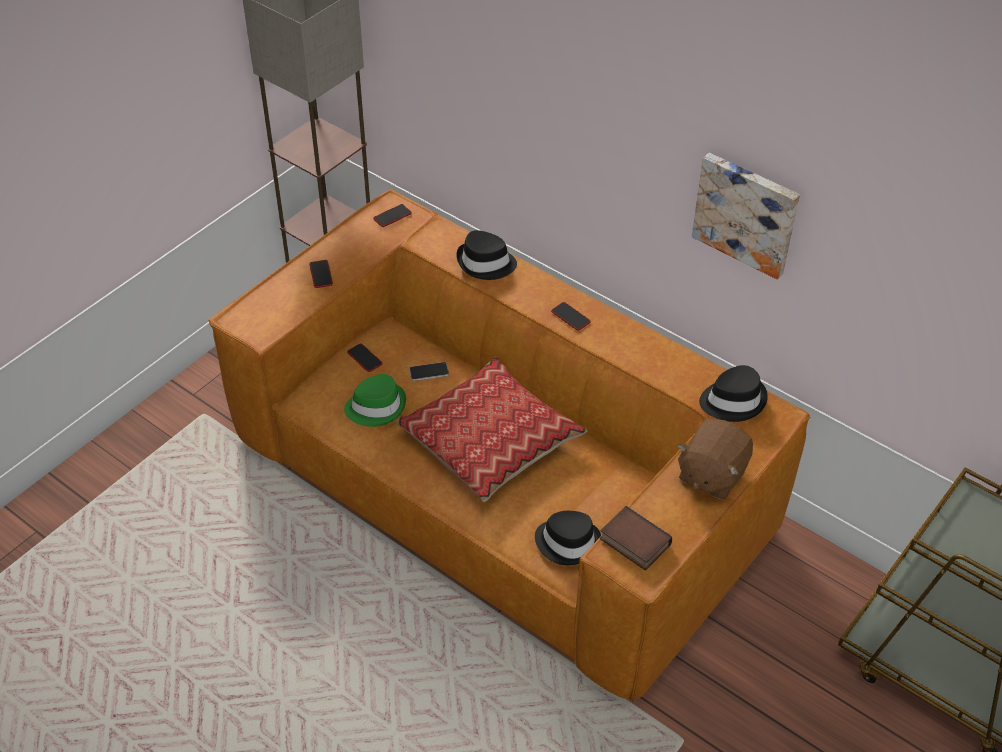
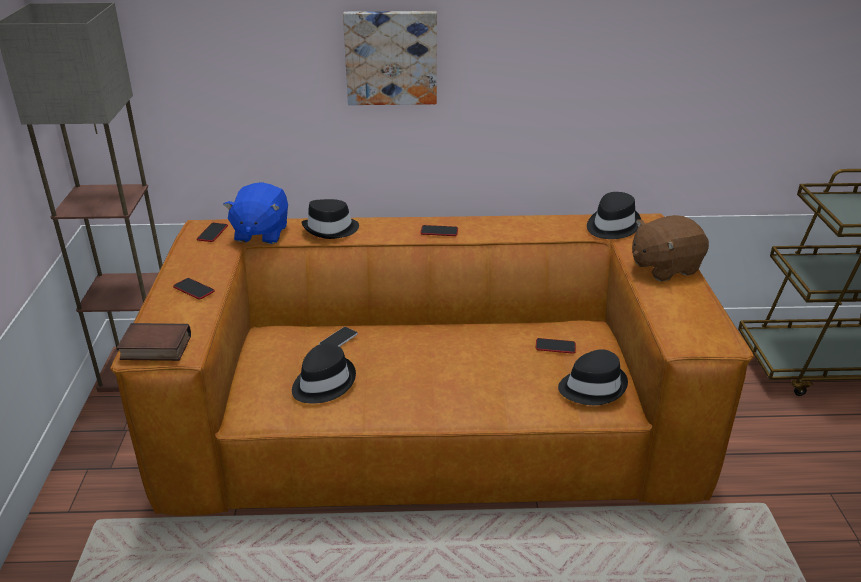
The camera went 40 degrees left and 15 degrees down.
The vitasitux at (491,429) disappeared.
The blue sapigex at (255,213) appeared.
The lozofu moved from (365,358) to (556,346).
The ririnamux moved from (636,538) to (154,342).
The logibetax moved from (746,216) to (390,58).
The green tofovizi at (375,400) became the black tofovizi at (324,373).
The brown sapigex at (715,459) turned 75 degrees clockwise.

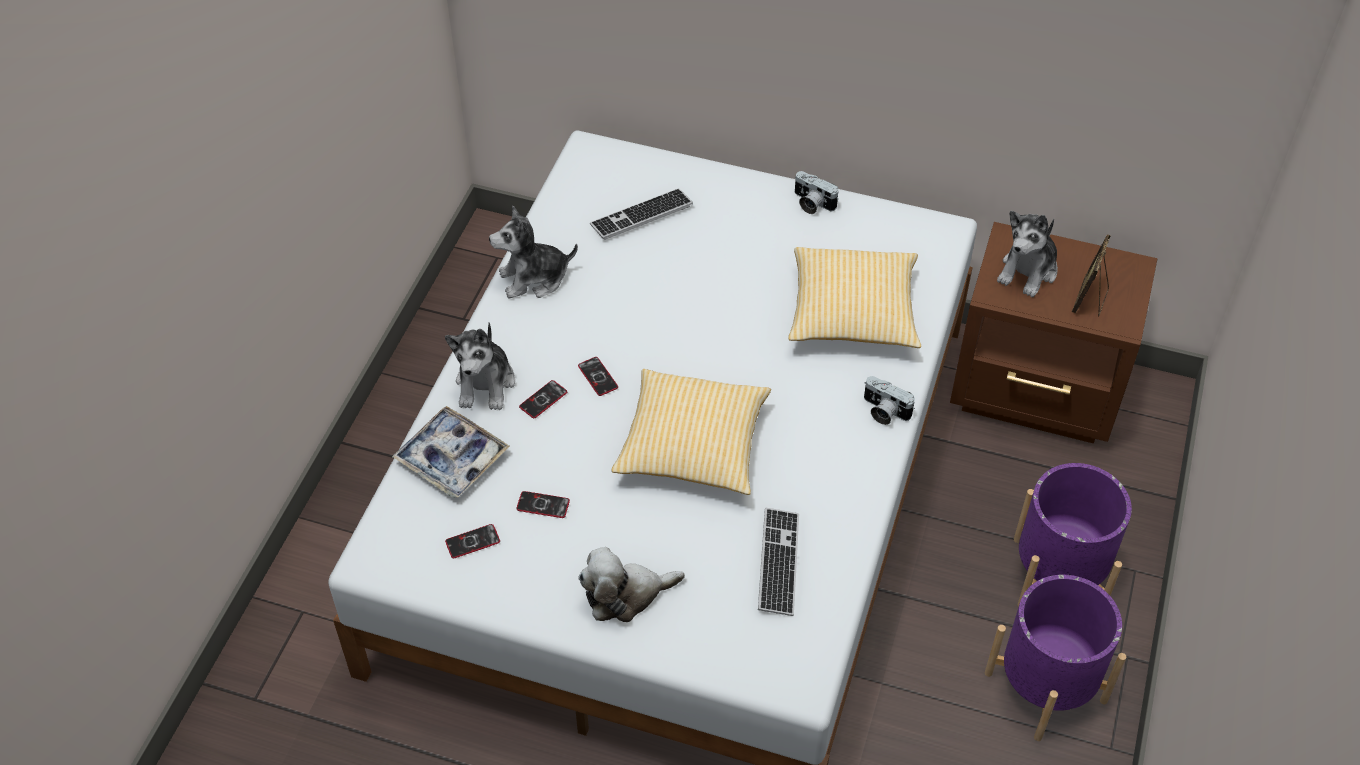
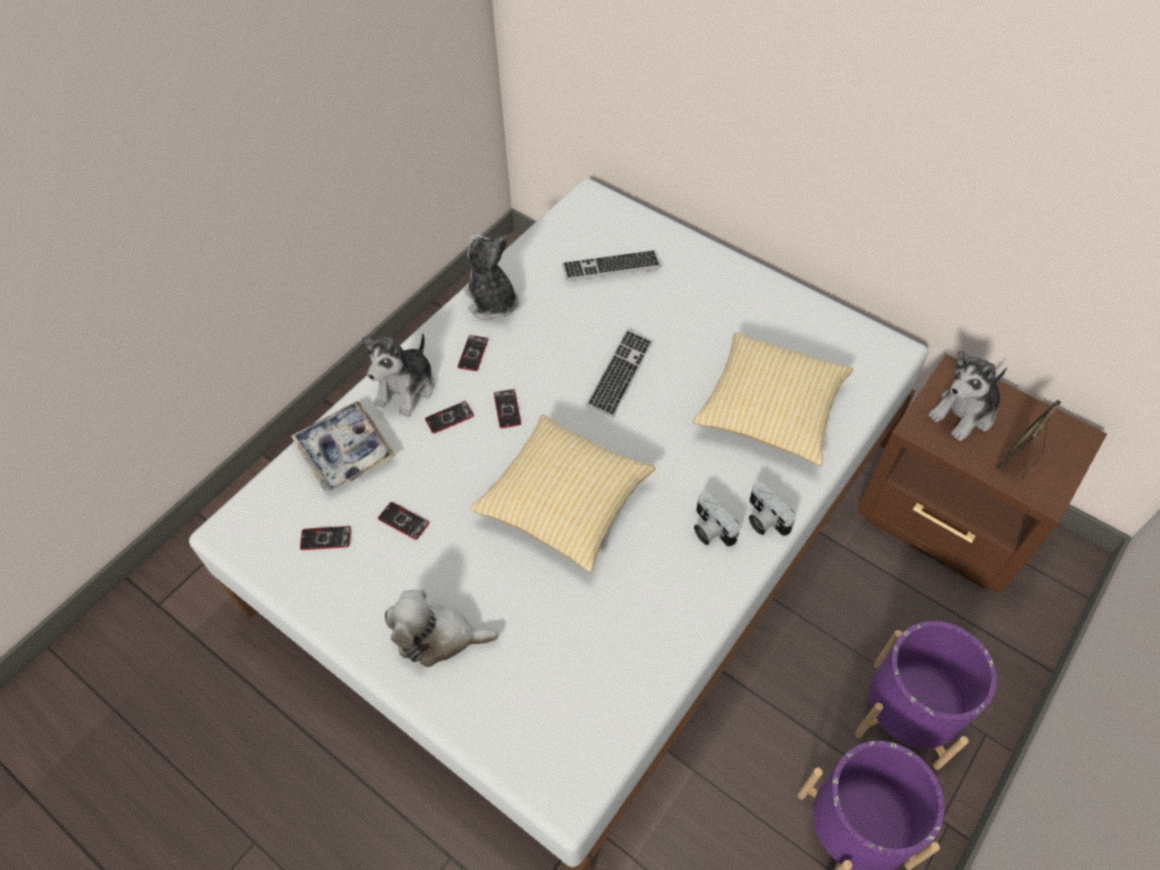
The camera went 20 degrees right and 5 degrees up.
The lozofu at (473,353) appeared.
The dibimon moved from (778,562) to (619,373).
The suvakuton moved from (817,192) to (717,519).
The sapigex at (533,252) turned 60 degrees clockwise.

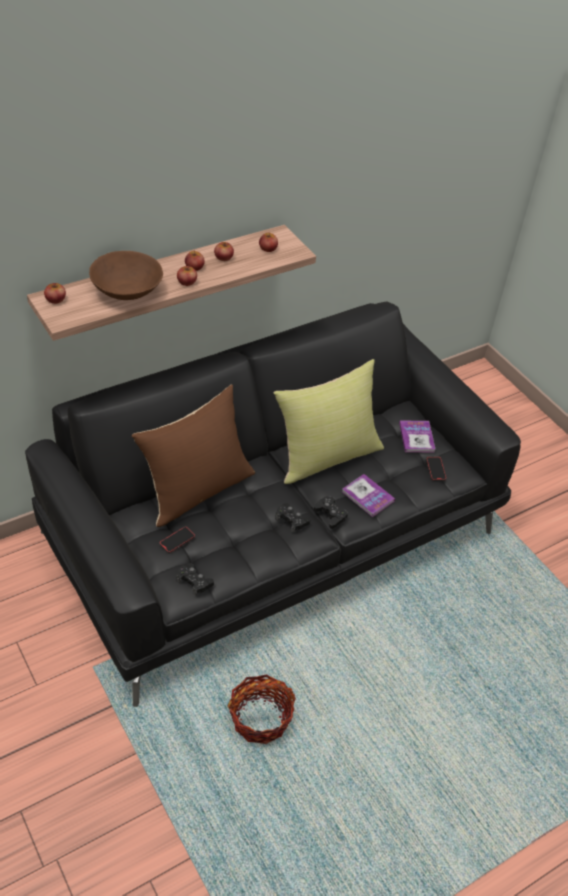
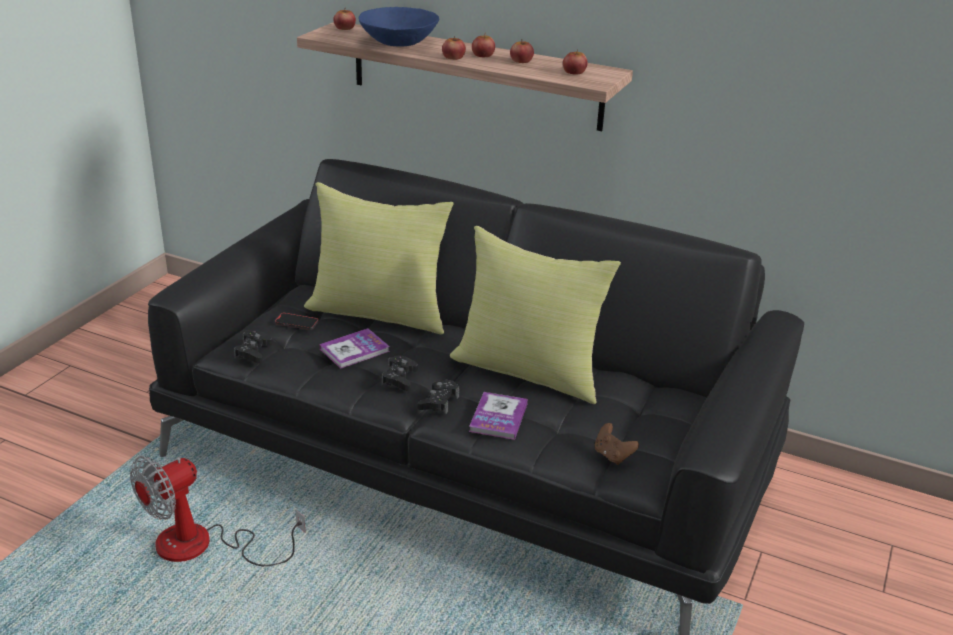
The camera went 60 degrees right and 15 degrees down.
The ririnamux moved from (417,436) to (354,348).
The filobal at (262,709) was replaced by the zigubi at (218,511).
The lozofu at (436,469) was replaced by the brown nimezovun at (617,444).
The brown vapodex at (126,275) became the blue vapodex at (398,27).
The brown vitasitux at (193,456) became the yellow vitasitux at (379,258).

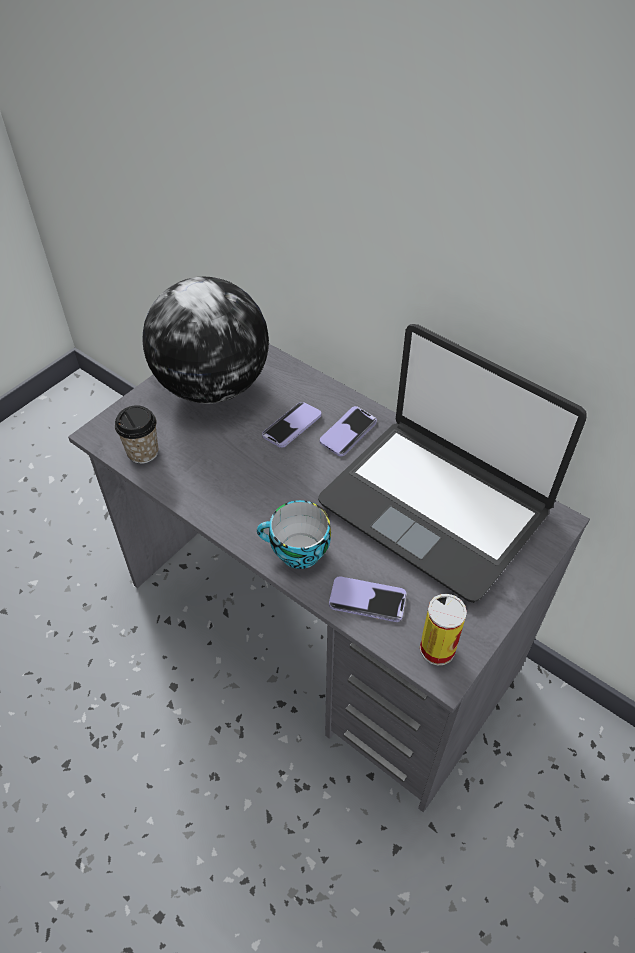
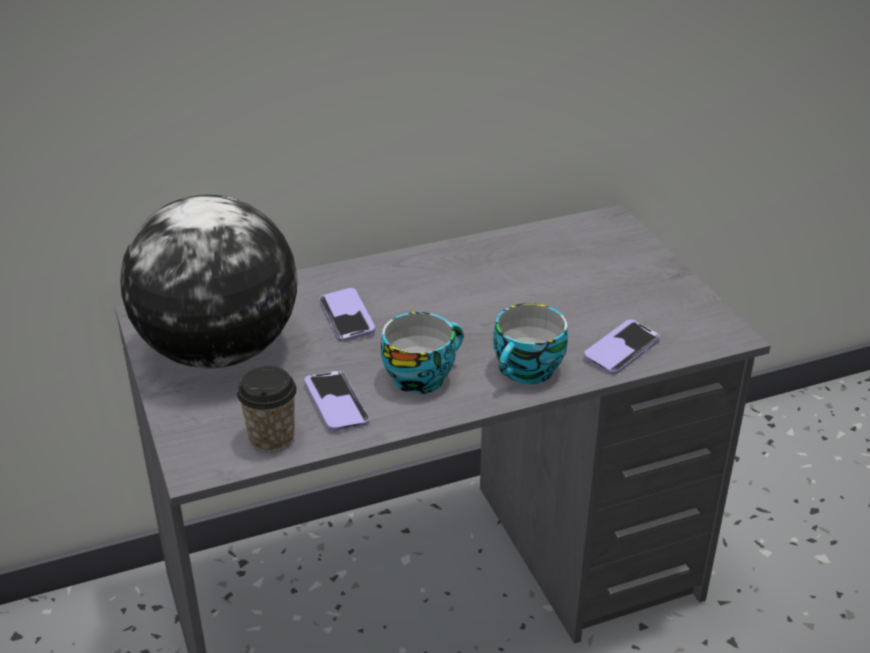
The camera went 60 degrees left and 15 degrees down.
The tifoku at (452,463) disappeared.
The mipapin at (443,630) disappeared.
The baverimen at (422,353) appeared.
The lozofu moved from (348,431) to (336,401).

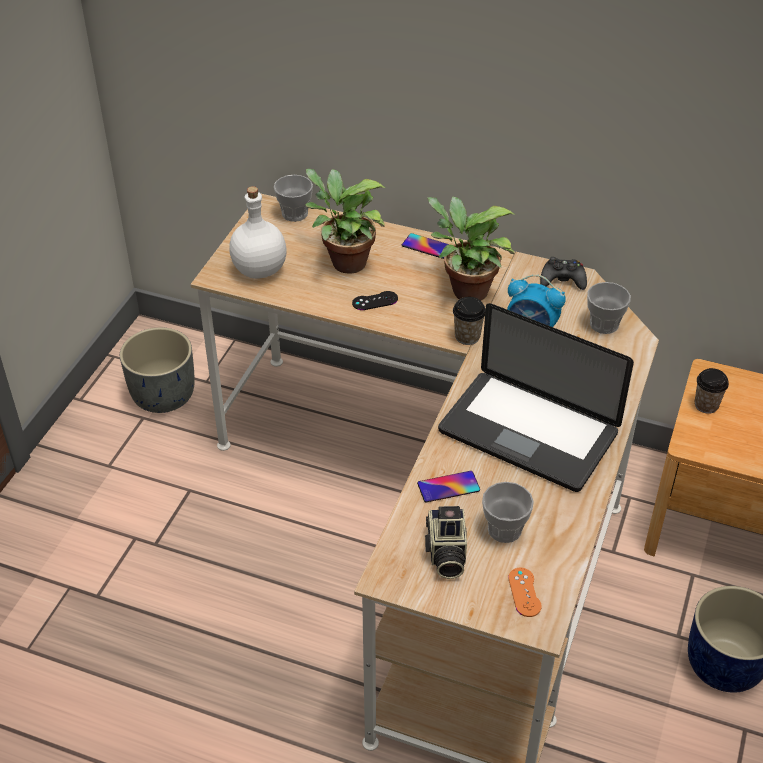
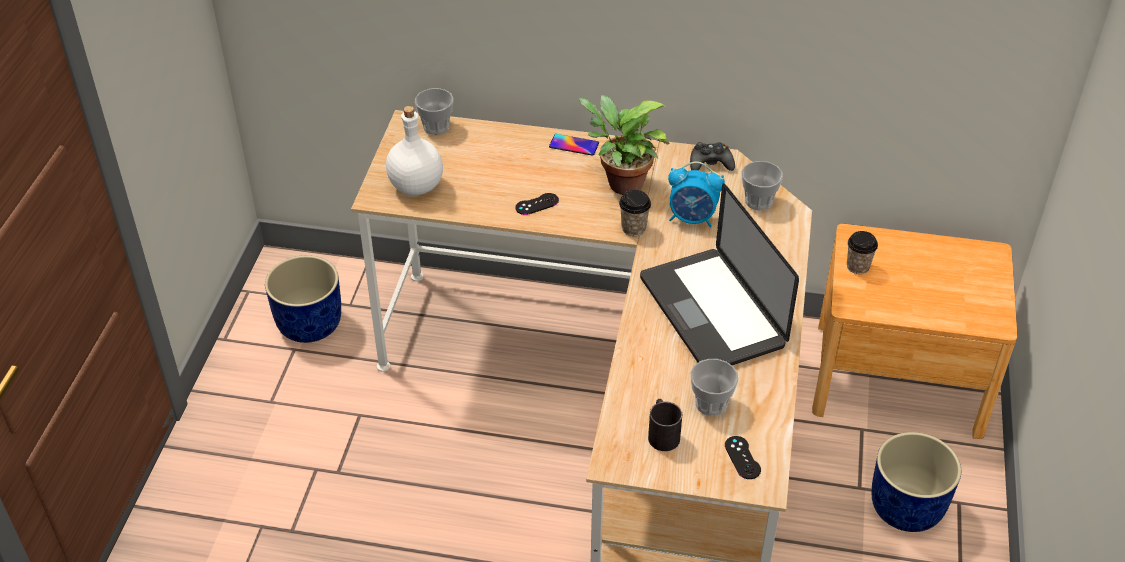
The camera went 10 degrees left and 0 degrees up.
The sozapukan at (345,221) disappeared.
The lozofu at (448,486) disappeared.
The suvakuton at (446,542) was replaced by the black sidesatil at (665,425).
The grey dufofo at (157,370) became the blue dufofo at (303,299).
The orange nimezovun at (525,592) became the black nimezovun at (743,457).
The tifoku at (536,397) turned 45 degrees clockwise.

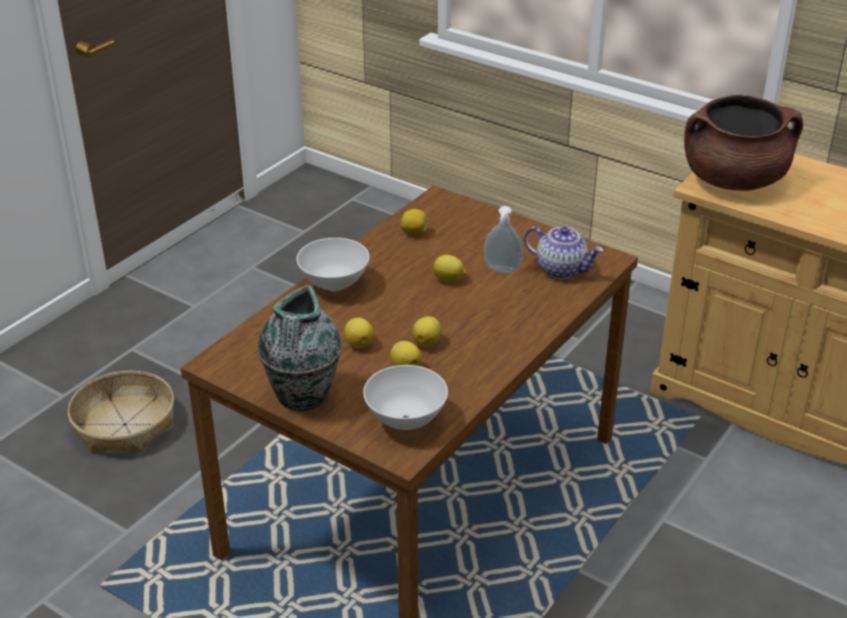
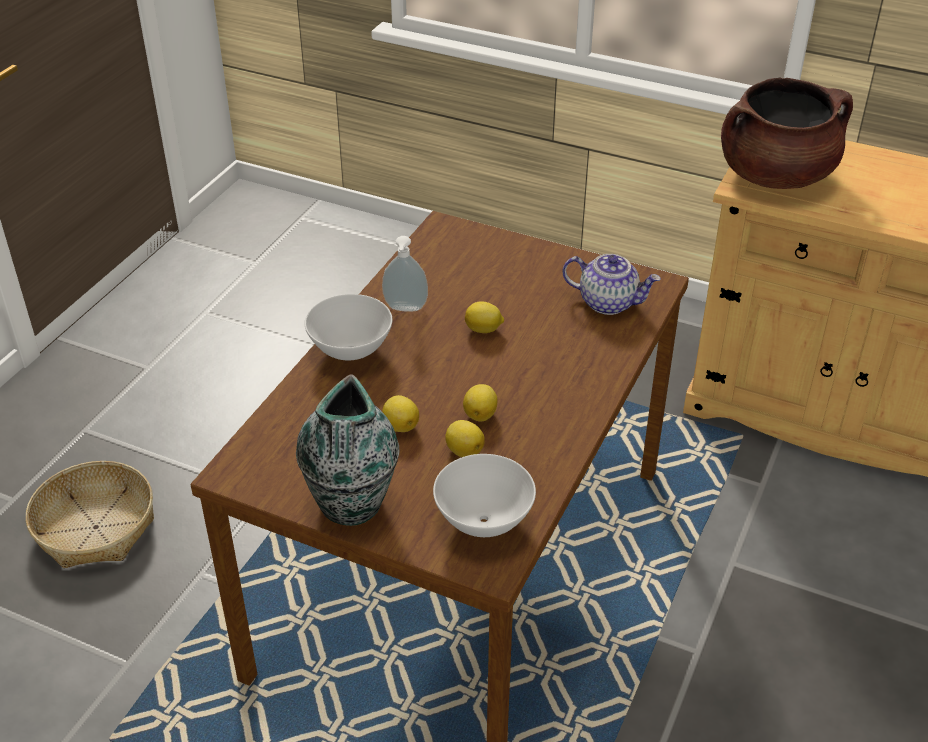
The camera went 10 degrees left and 5 degrees up.
The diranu at (414,222) disappeared.
The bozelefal moved from (503,239) to (405,274).

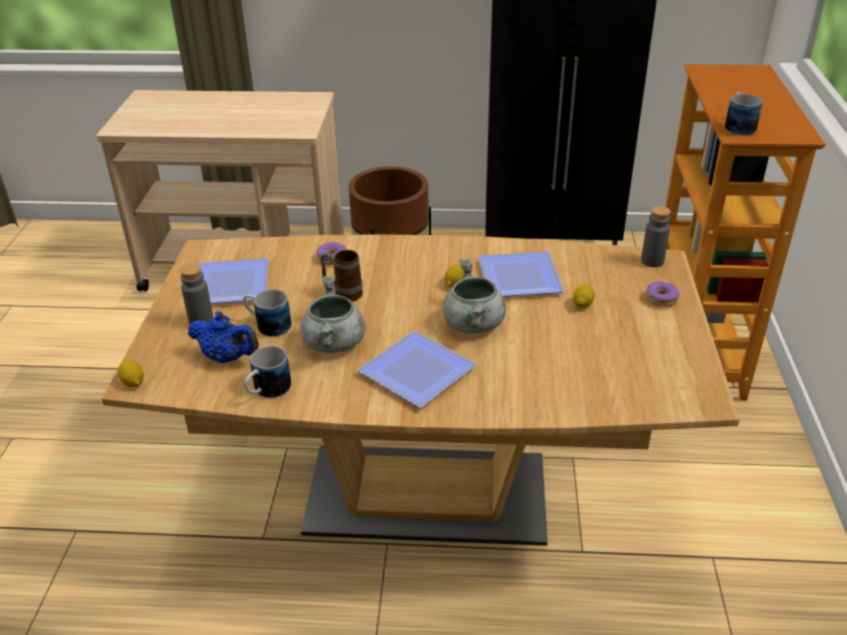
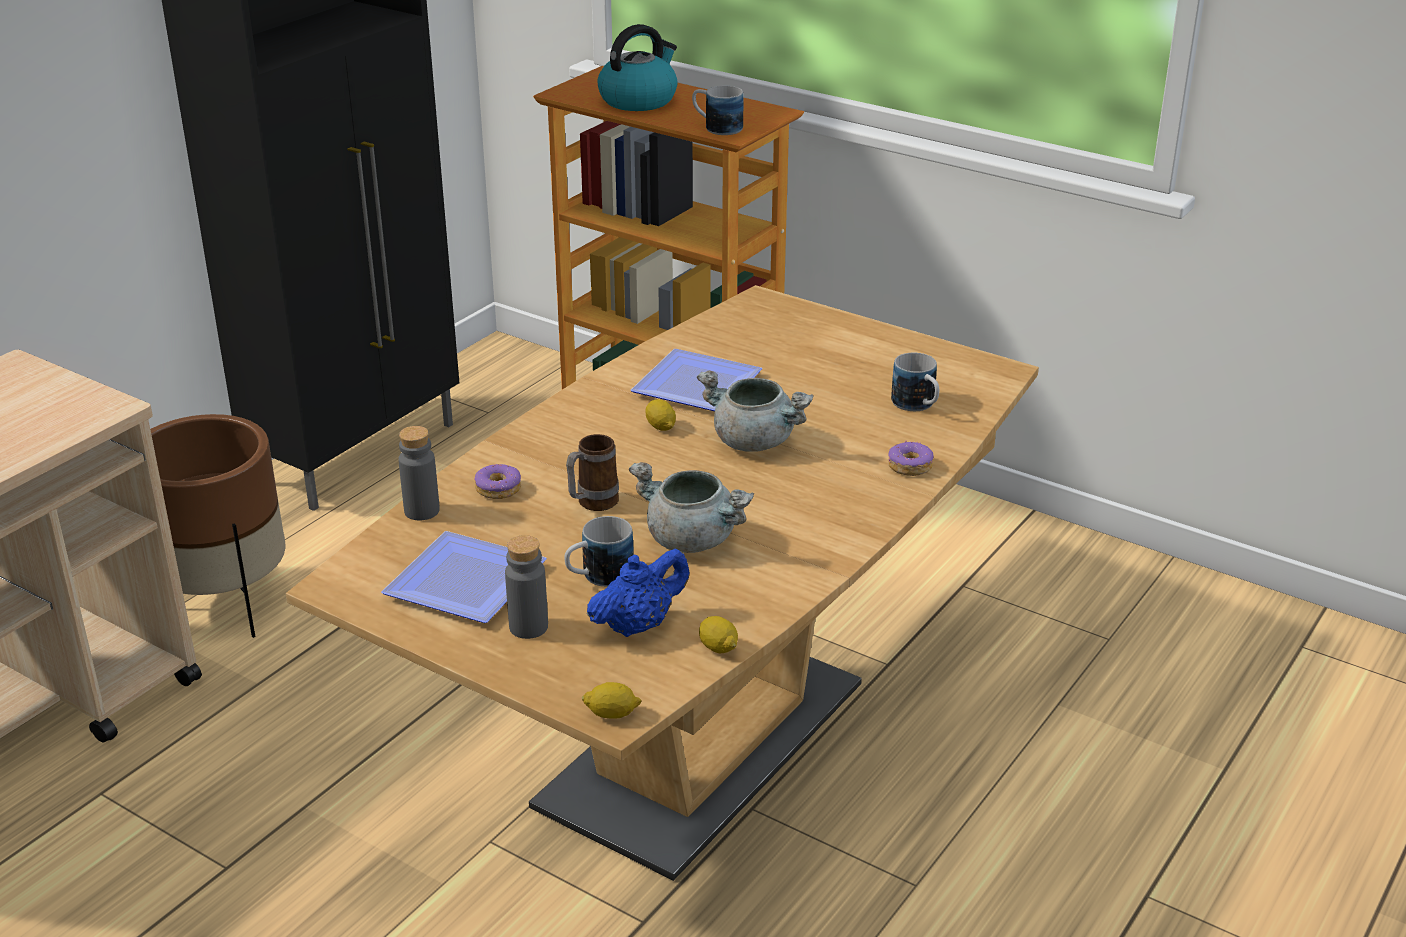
The camera went 60 degrees left and 5 degrees down.
The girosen at (417,369) disappeared.
The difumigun at (637,67) appeared.
The sidesatil moved from (267,372) to (915,382).
The diranu moved from (584,296) to (718,634).
The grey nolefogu moved from (656,236) to (419,473).
The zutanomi moved from (662,294) to (911,458).

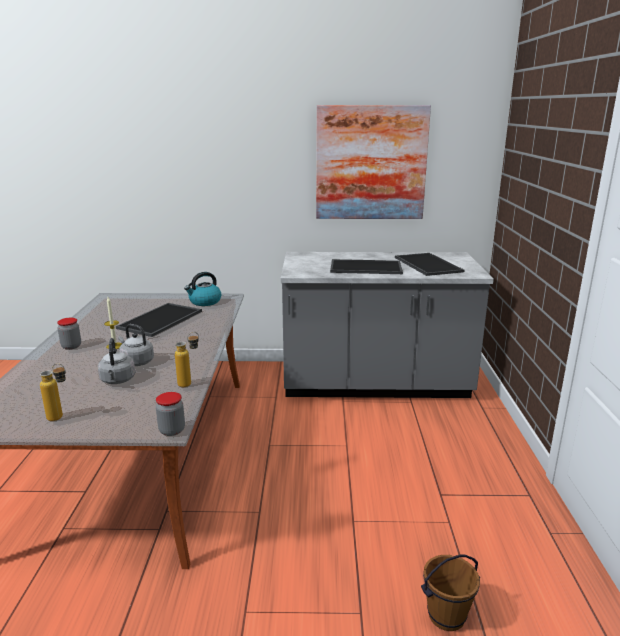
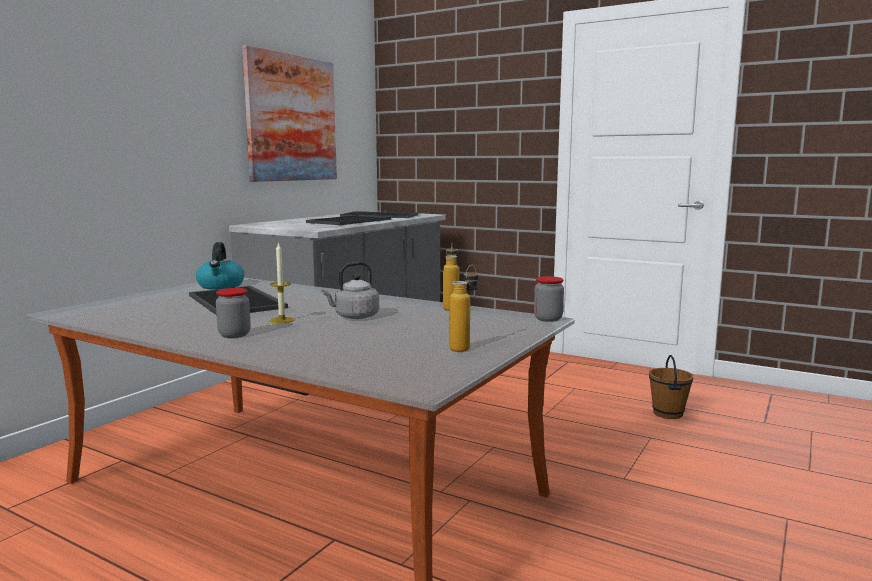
The camera went 60 degrees left and 10 degrees down.
The grey difumigun at (116,361) disappeared.

